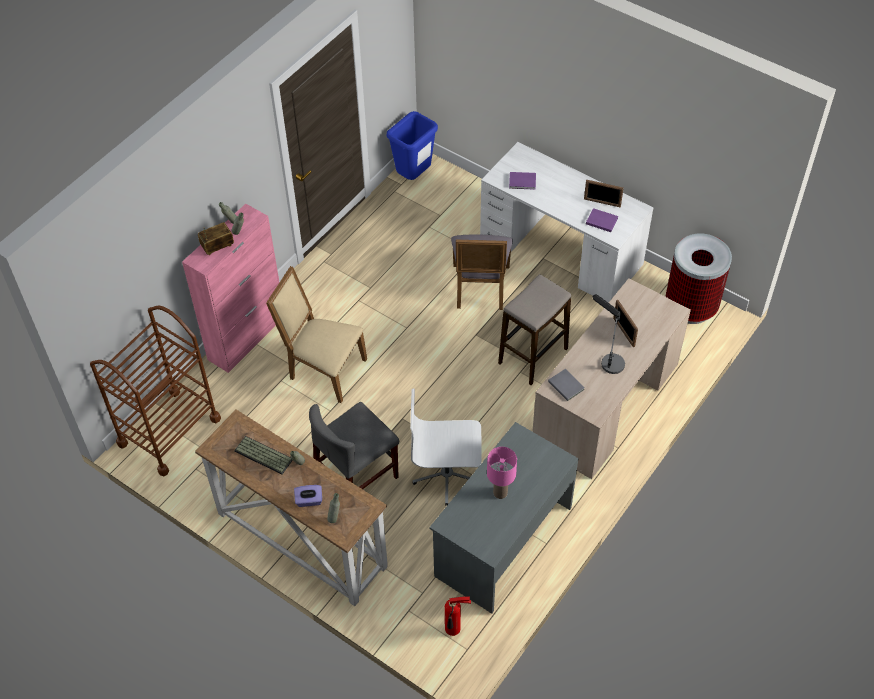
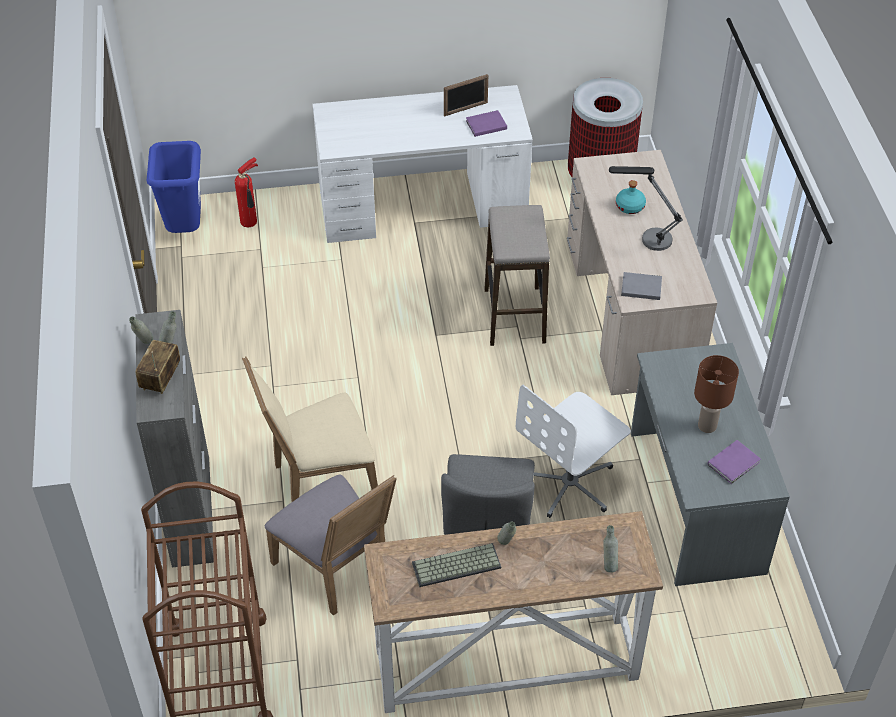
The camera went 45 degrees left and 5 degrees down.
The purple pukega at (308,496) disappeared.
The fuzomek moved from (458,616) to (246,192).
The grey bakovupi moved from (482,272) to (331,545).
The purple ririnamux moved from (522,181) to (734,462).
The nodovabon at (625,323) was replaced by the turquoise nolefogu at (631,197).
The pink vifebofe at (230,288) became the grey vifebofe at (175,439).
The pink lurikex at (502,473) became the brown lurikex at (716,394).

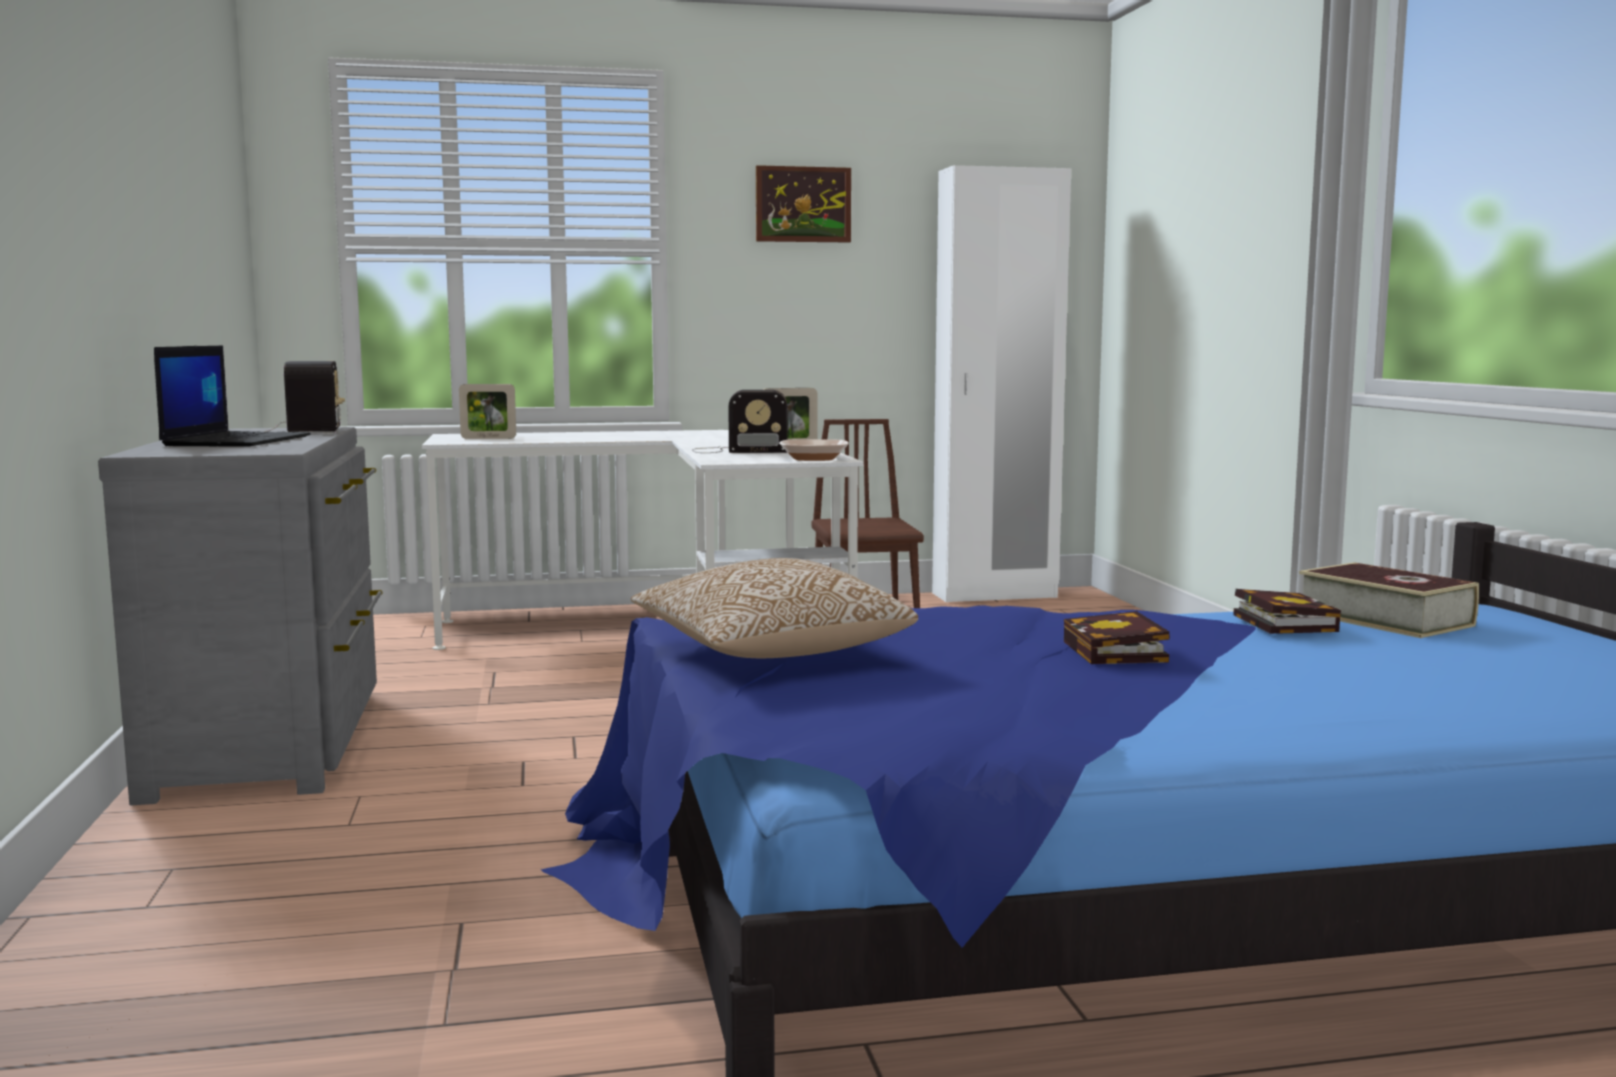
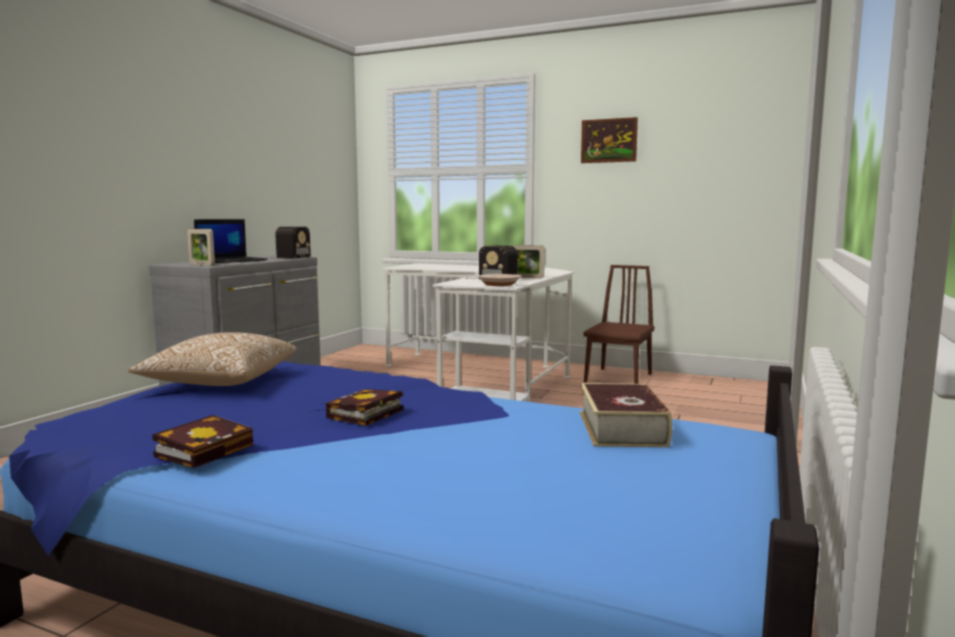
The camera went 35 degrees right and 0 degrees up.
The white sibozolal at (1001,383) disappeared.
The nodovabon moved from (487,411) to (201,247).
The ririnamux moved from (1287,611) to (202,441).

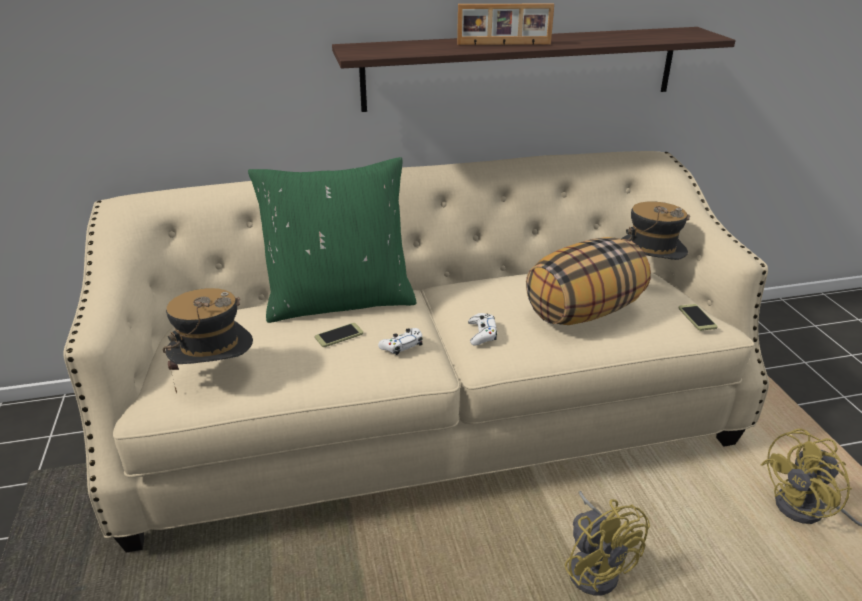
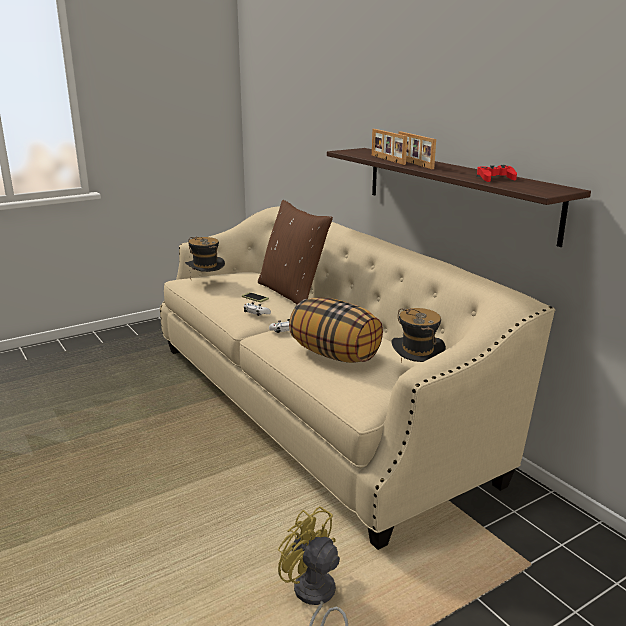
The camera went 70 degrees right and 10 degrees down.
The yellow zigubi at (607,543) disappeared.
The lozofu at (698,317) disappeared.
The nodovabon at (389,147) appeared.
The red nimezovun at (497,173) appeared.
The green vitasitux at (332,240) became the brown vitasitux at (295,252).

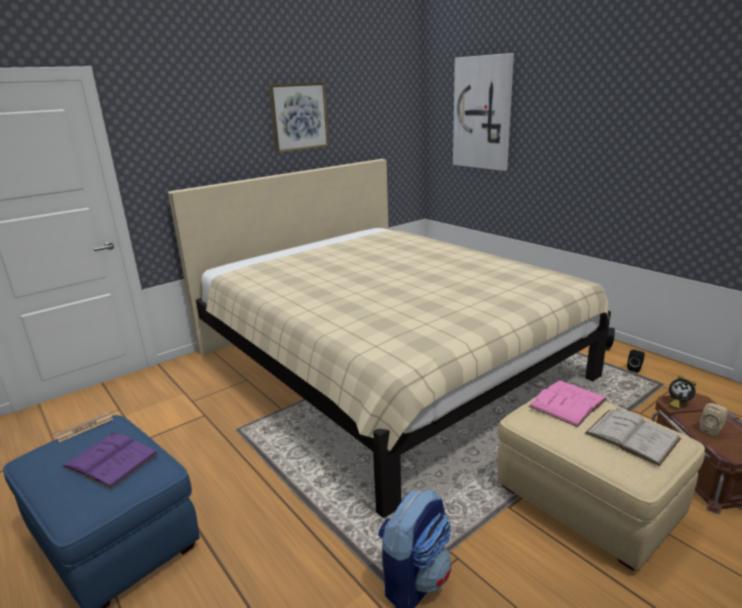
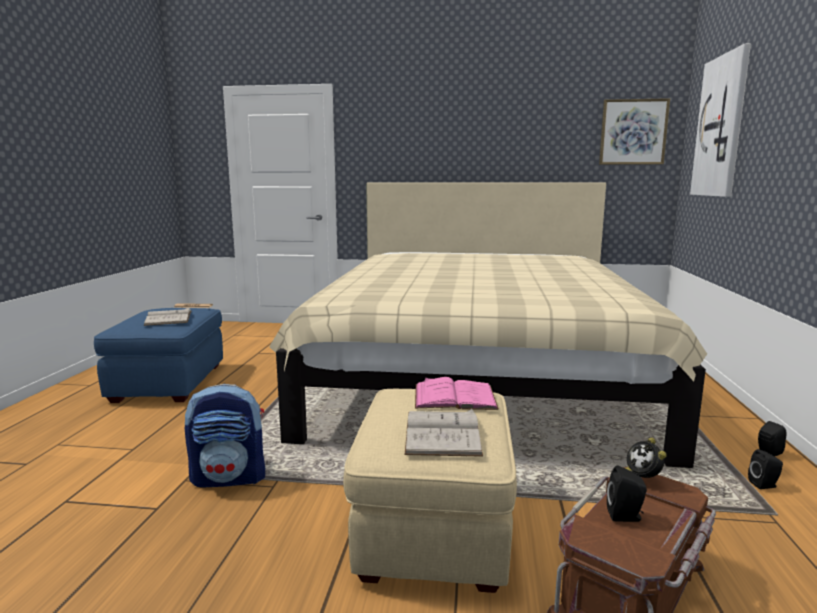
The camera went 45 degrees right and 10 degrees down.
The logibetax moved from (299,117) to (634,131).
The purple ririnamux at (110,460) became the white ririnamux at (167,316).
The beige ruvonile at (714,420) became the black ruvonile at (627,493).

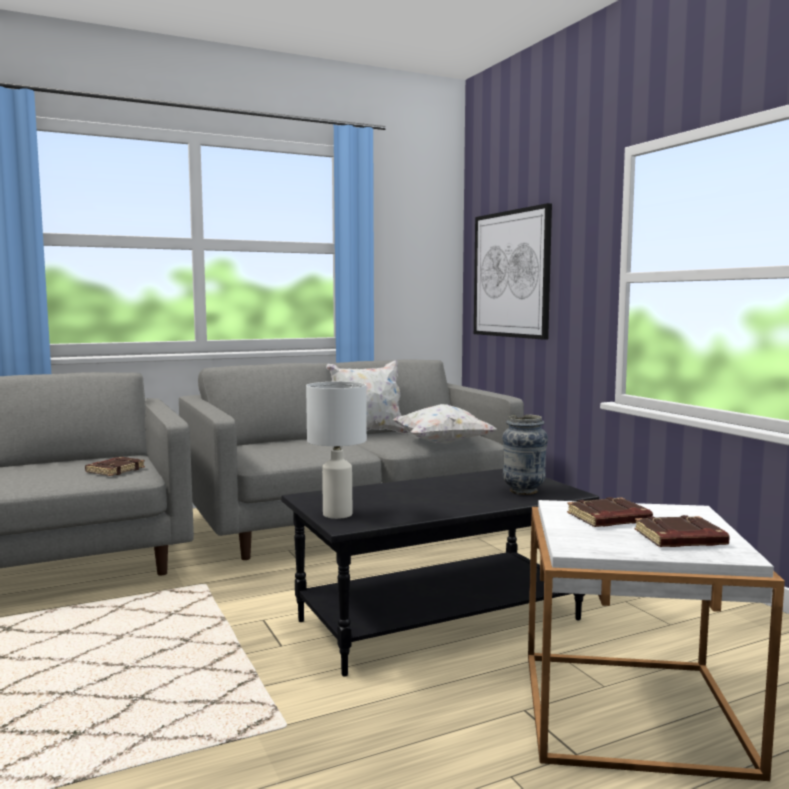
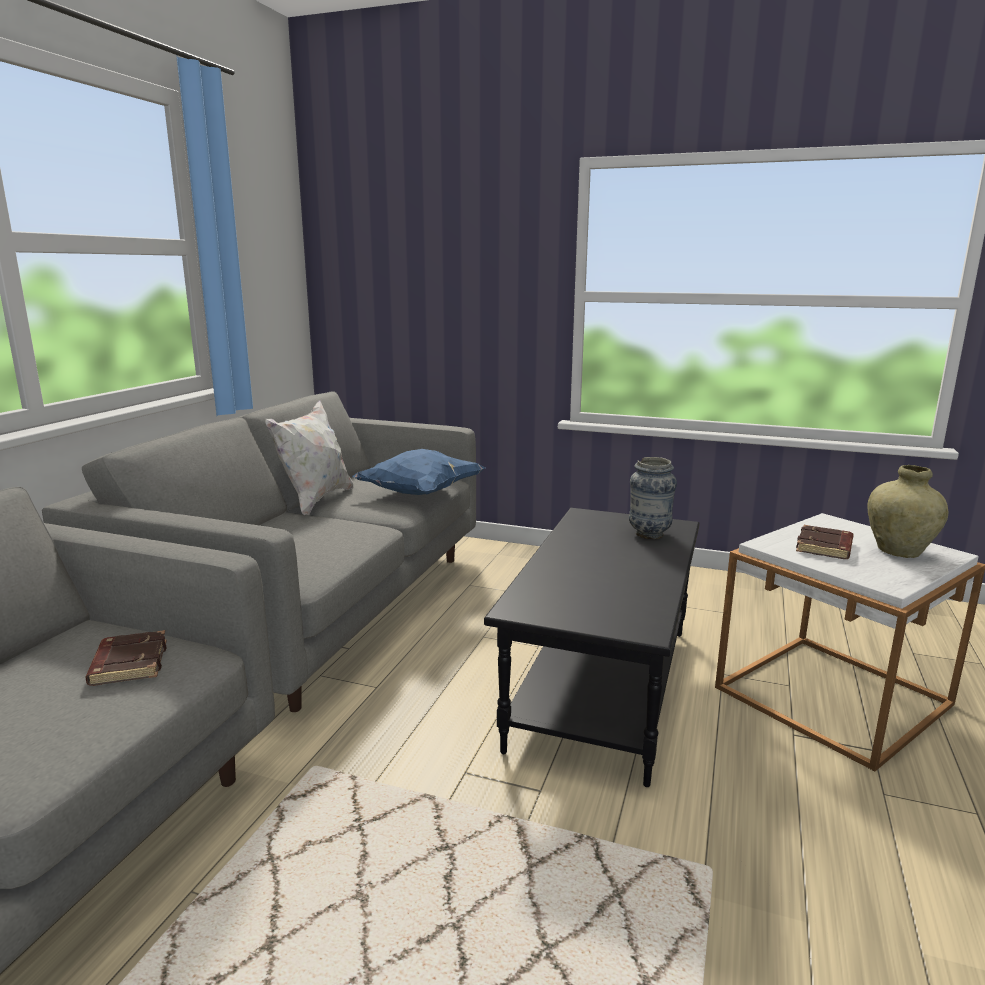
The camera went 45 degrees left and 10 degrees up.
The white lurikex at (336,450) disappeared.
The logibetax at (513,271) disappeared.
The brown ririnamux at (682,531) was replaced by the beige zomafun at (908,511).
The white vitasitux at (445,424) became the blue vitasitux at (418,472).

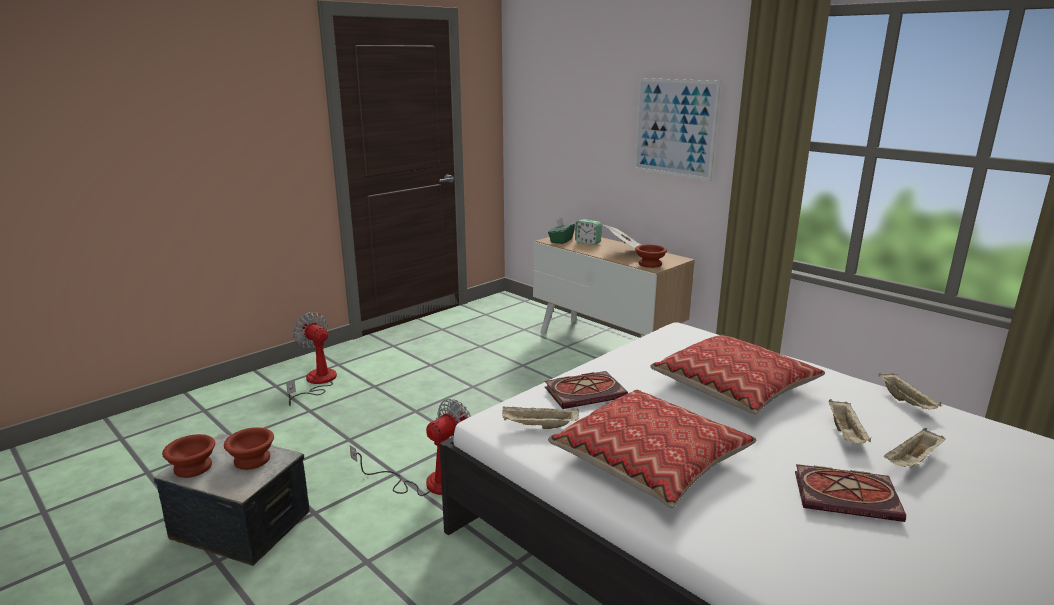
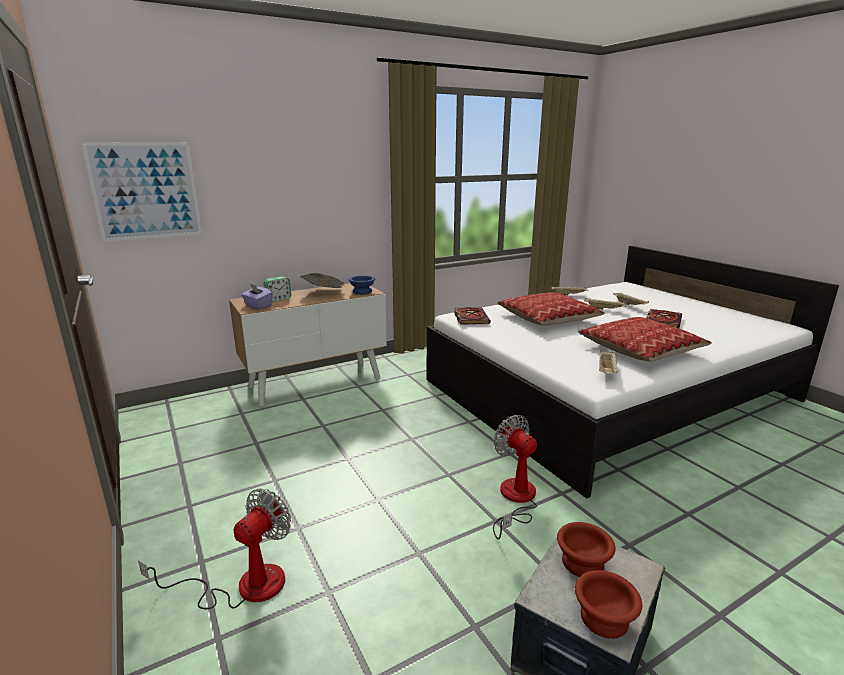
The camera went 75 degrees left and 0 degrees up.
The ririnamux moved from (586,390) to (472,316).
The logibetax moved from (677,129) to (141,192).
The green pukega at (561,231) became the purple pukega at (257,296).
The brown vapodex at (651,256) became the blue vapodex at (362,284).
The zigubi at (311,359) turned 150 degrees clockwise.

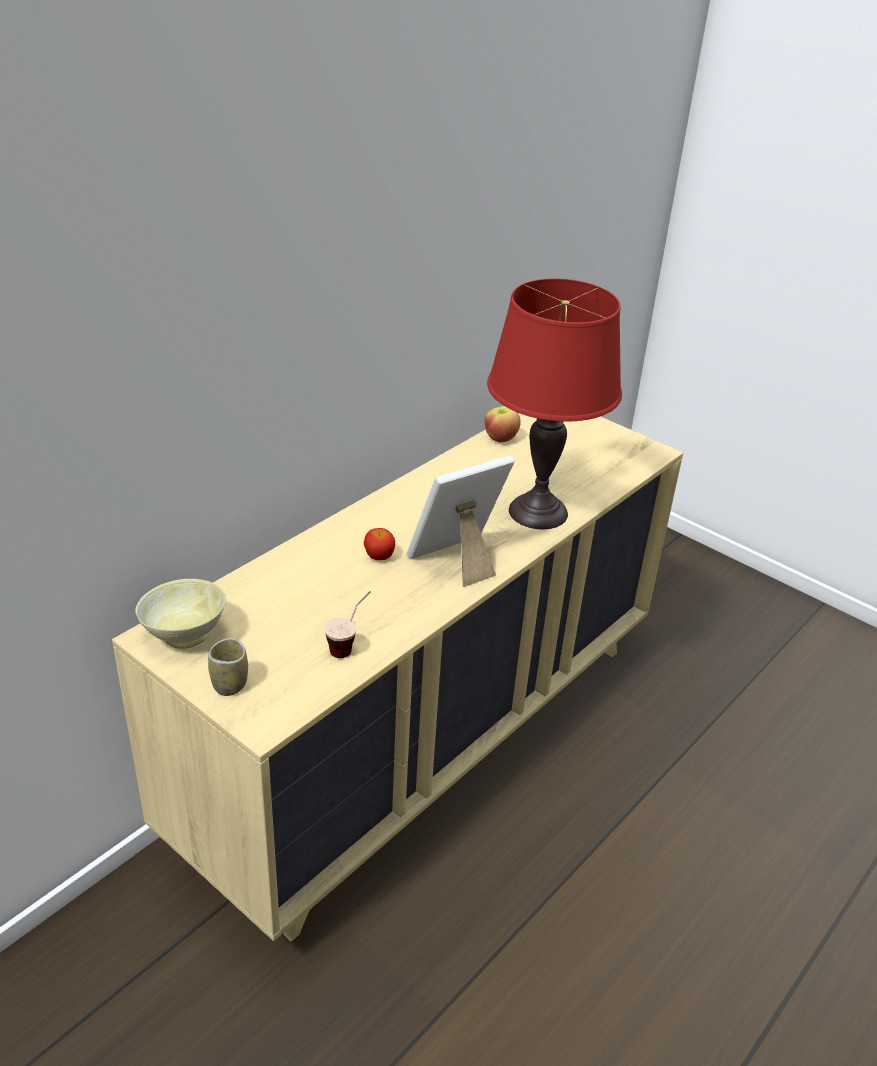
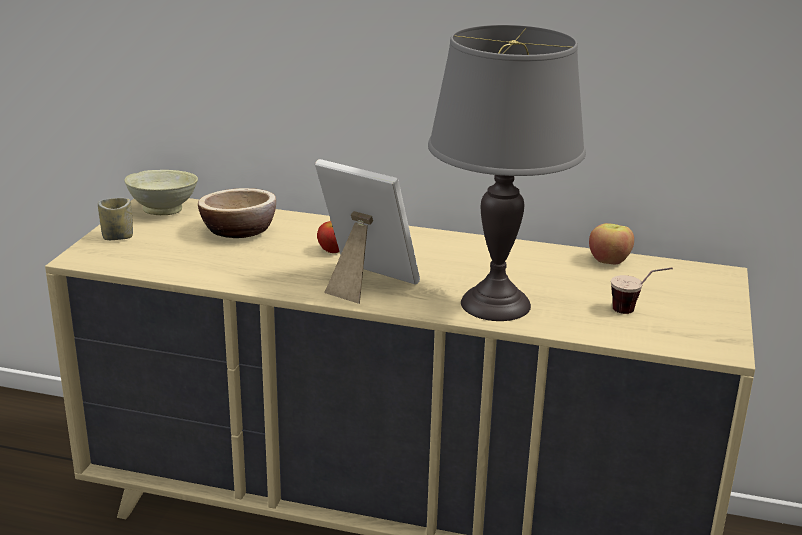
The camera went 65 degrees right and 10 degrees down.
The vapodex at (237,213) appeared.
The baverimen moved from (347,624) to (642,291).
The red lurikex at (554,404) became the grey lurikex at (507,173).

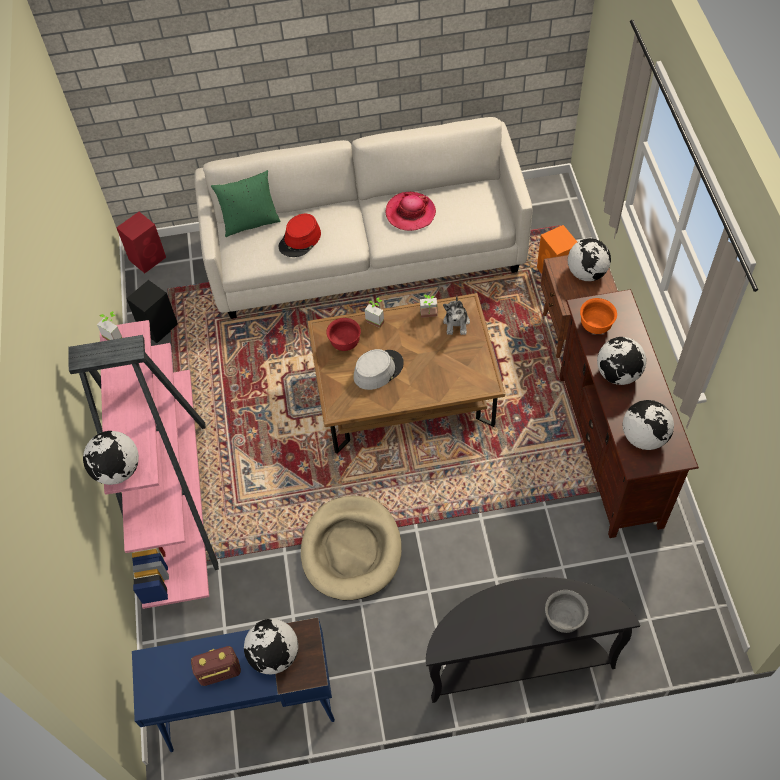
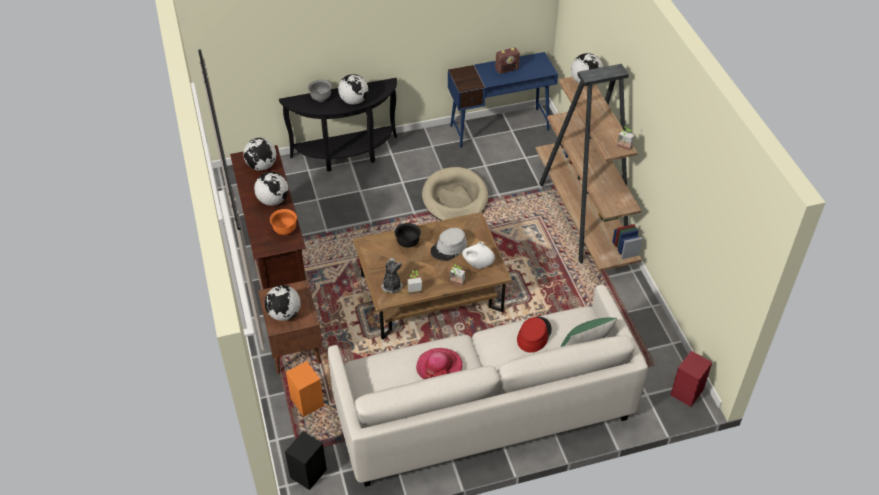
The camera went 170 degrees right and 10 degrees down.
The black vapodex at (408,235) appeared.
The black ruvonile moved from (152,311) to (306,460).
The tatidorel moved from (271,646) to (353,89).
The red vapodex at (343,334) was replaced by the white zomafun at (478,255).
The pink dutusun at (143,464) became the brown dutusun at (589,167).

